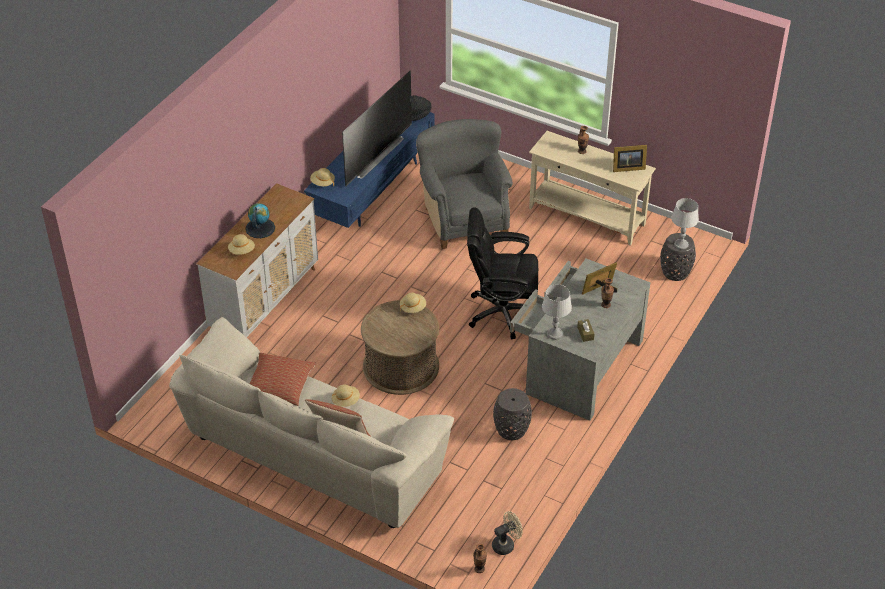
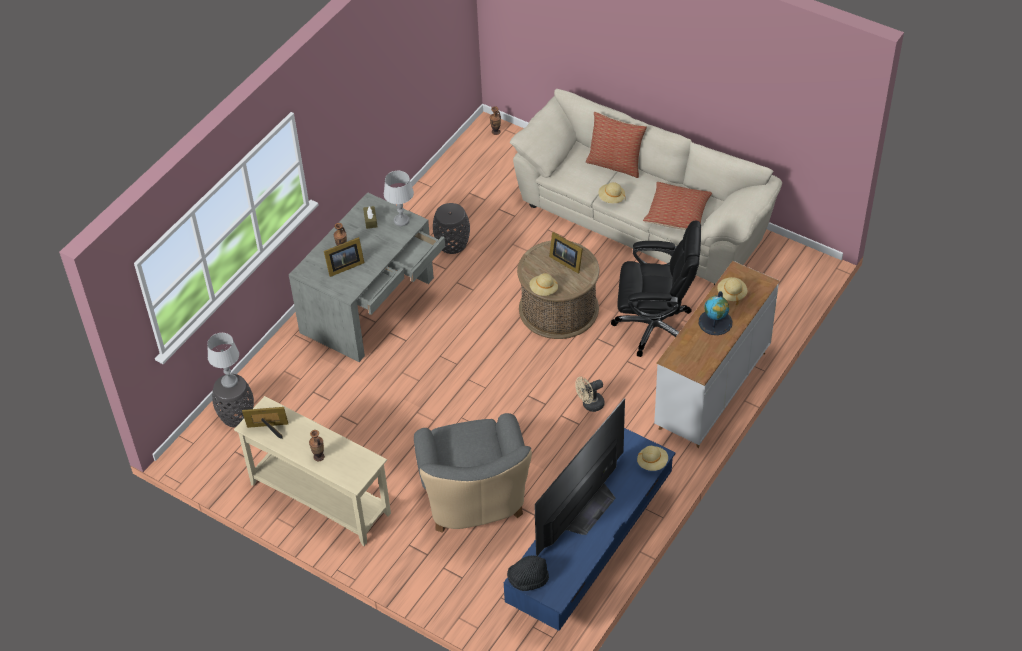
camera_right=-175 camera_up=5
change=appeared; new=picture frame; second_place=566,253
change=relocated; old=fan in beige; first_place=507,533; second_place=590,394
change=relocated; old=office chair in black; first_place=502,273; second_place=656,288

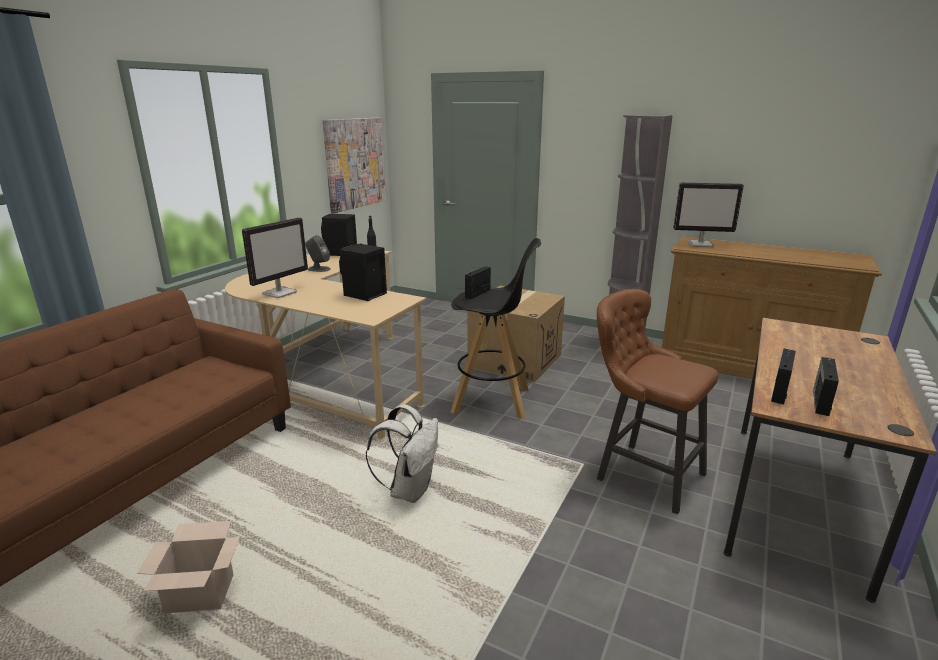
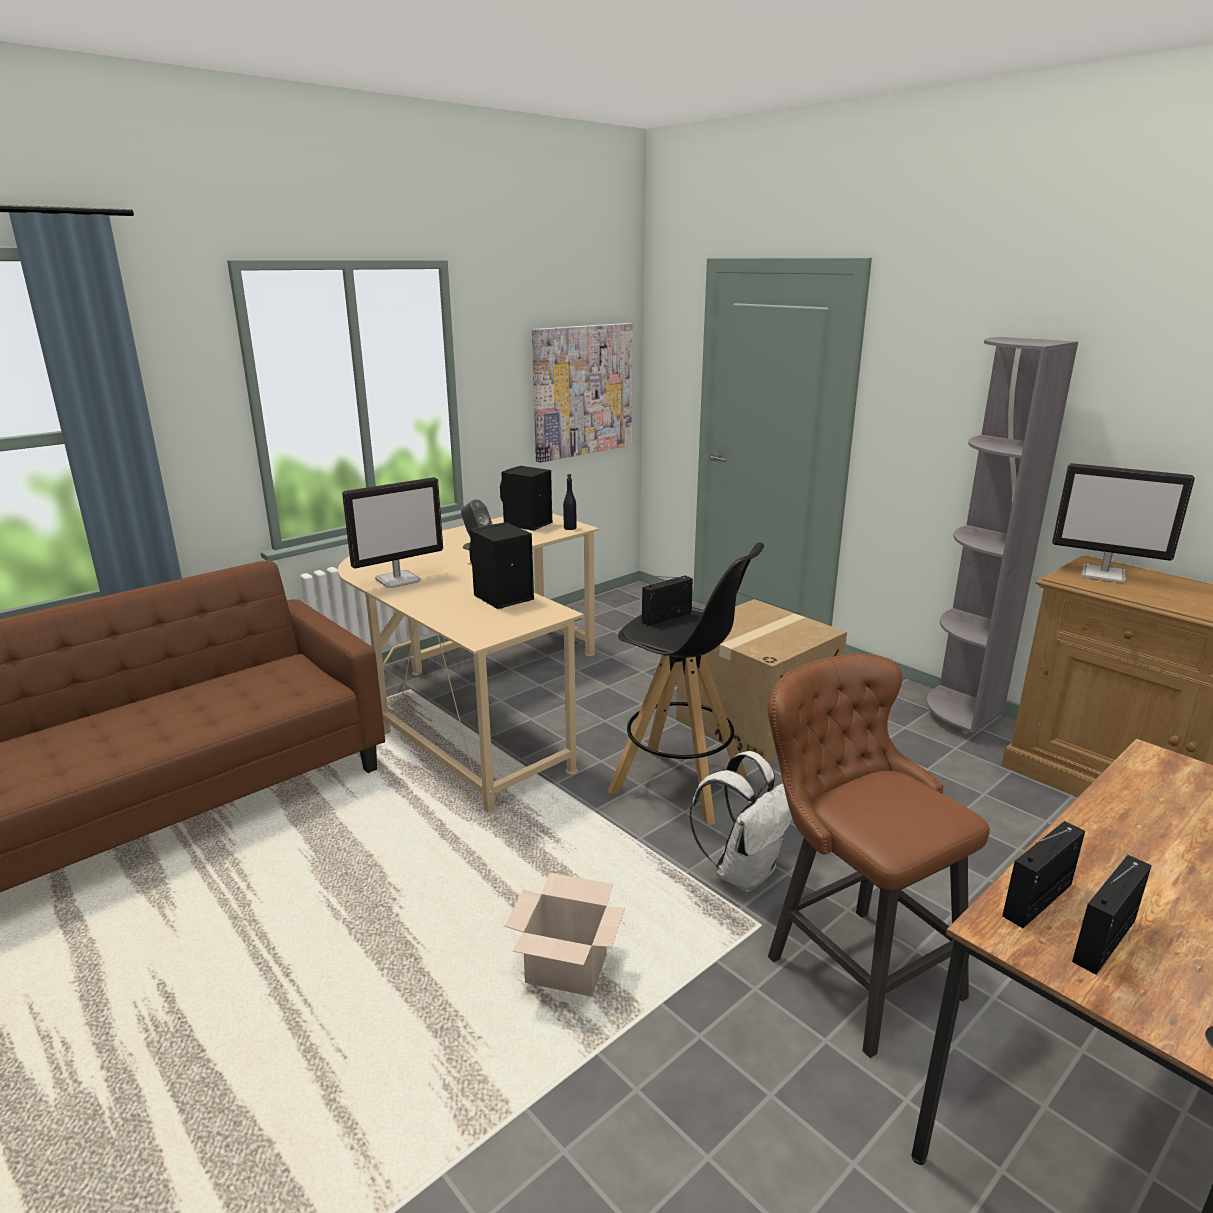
camera_right=20 camera_up=0
change=relocated; old=cardboard box; first_place=188,567; second_place=565,935
change=relocated; old=backpack in white; first_place=402,453; second_place=740,821

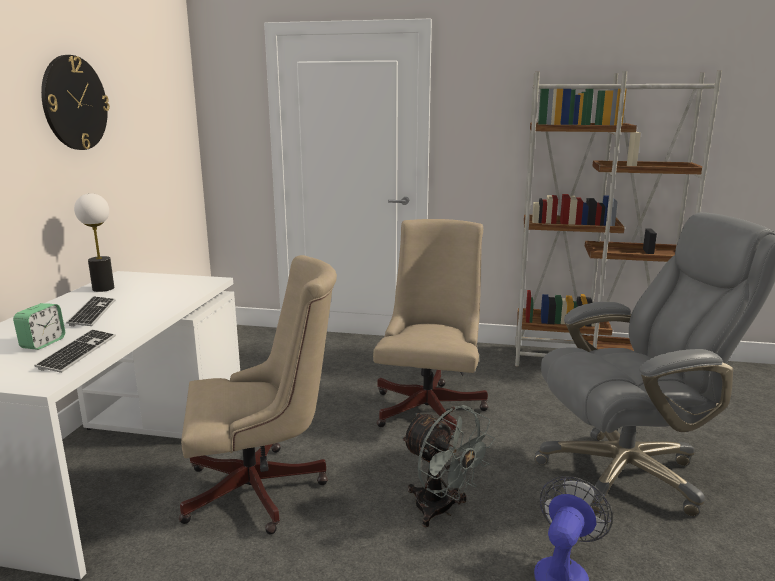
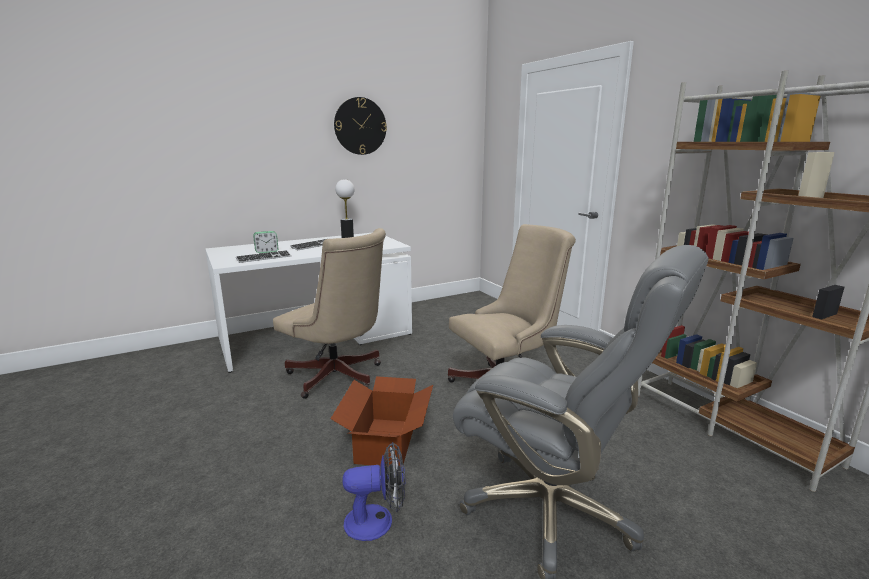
camera_right=50 camera_up=0
change=exchanged; old=fan in grey; new=cardboard box; first_place=448,466; second_place=381,421

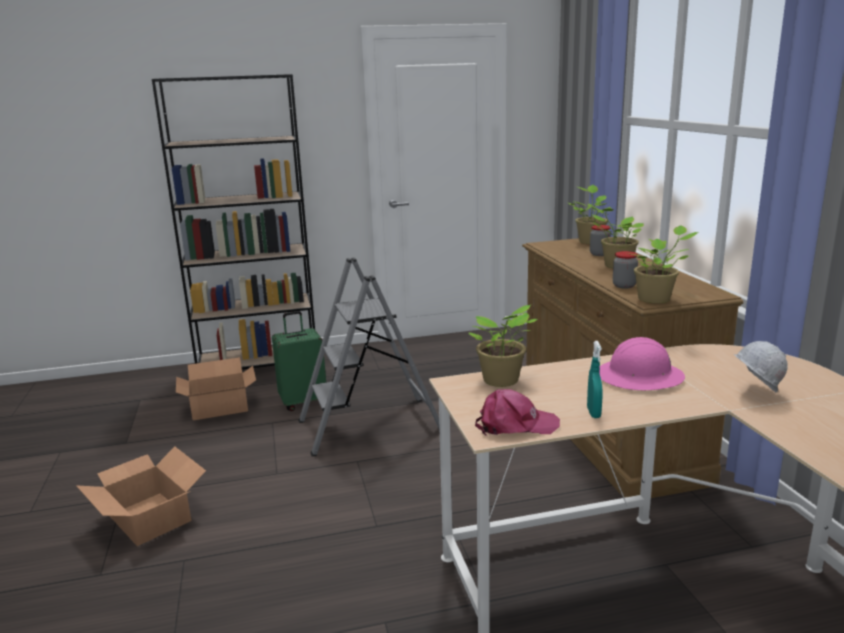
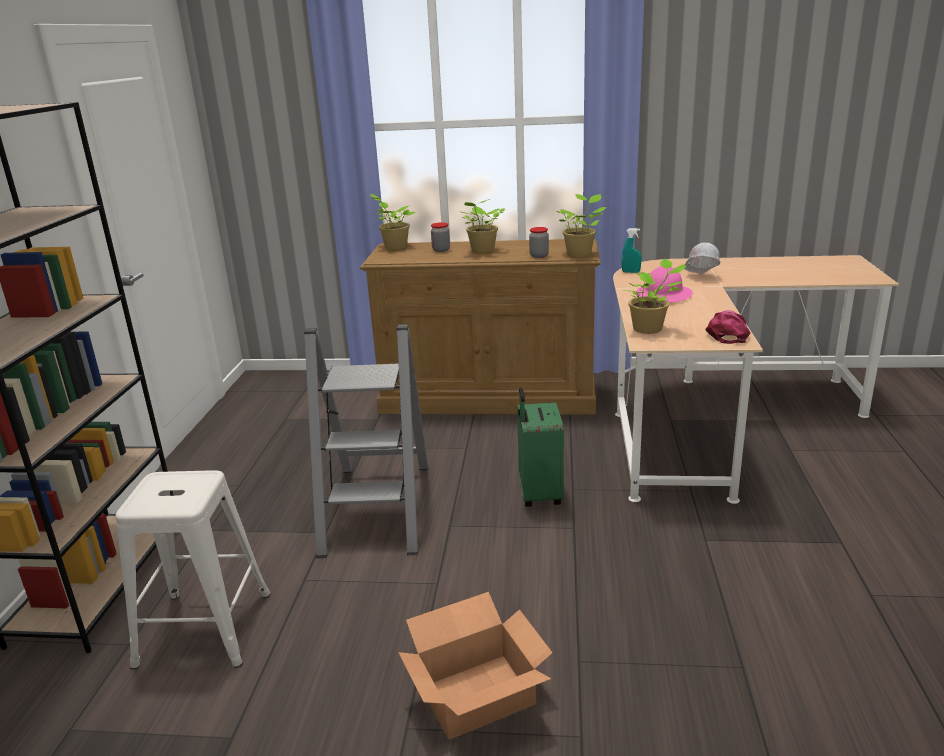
camera_right=-70 camera_up=5
change=exchanged; old=cardboard box; new=stool in white; first_place=216,388; second_place=193,569
change=relocated; old=suitcase in green; first_place=299,361; second_place=540,447
change=relocated; old=spray bottle in turquoise; first_place=595,379; second_place=631,250

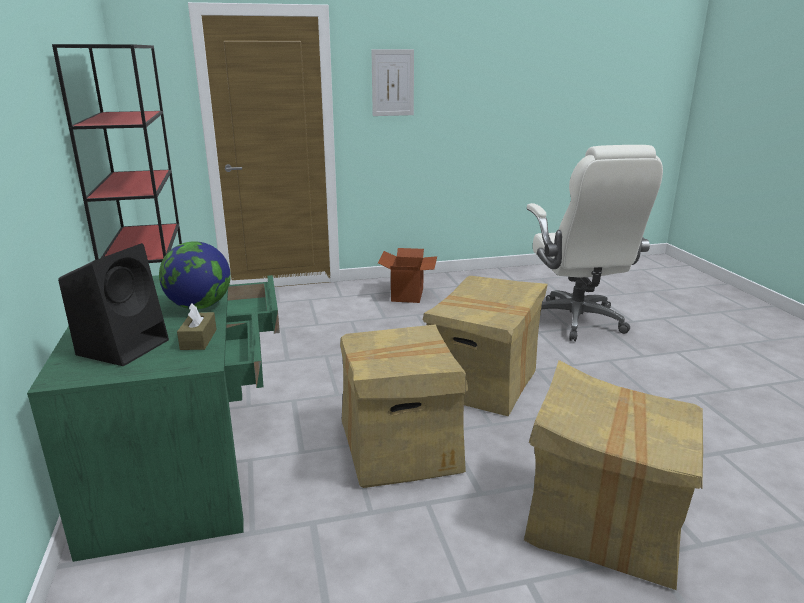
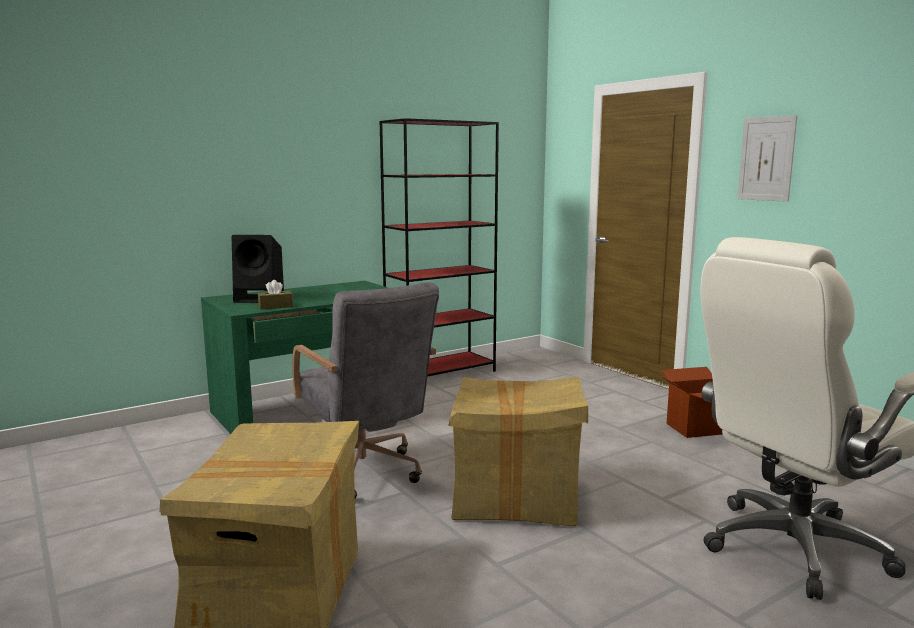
camera_right=70 camera_up=-10
change=exchanged; old=cardboard box; new=office chair in grey; first_place=404,406; second_place=365,390
change=missing; old=globe; first_place=195,275

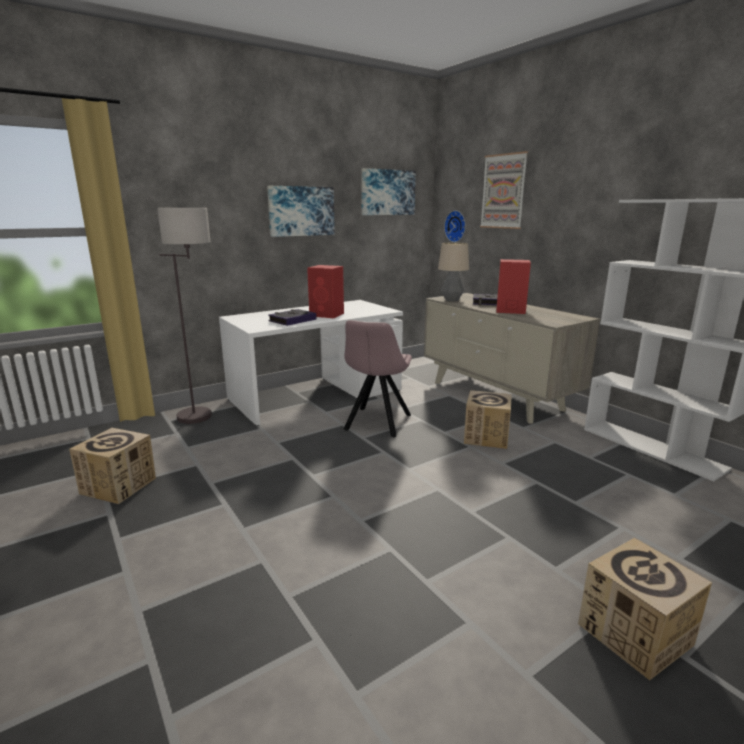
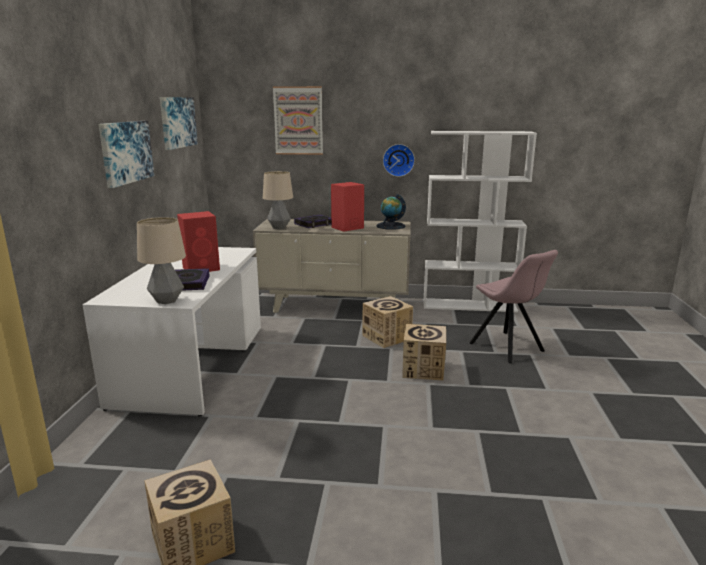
camera_right=-50 camera_up=0
change=appeared; new=table lamp; second_place=161,260
change=appeared; new=globe; second_place=391,212
change=relocated; old=wall clock; first_place=455,226; second_place=399,160
change=relocated; old=cardboard box; first_place=645,609; second_place=424,352
change=relocated; old=chair in pink; first_place=378,378; second_place=514,306
change=missing; old=floor lamp in grey; first_place=184,316

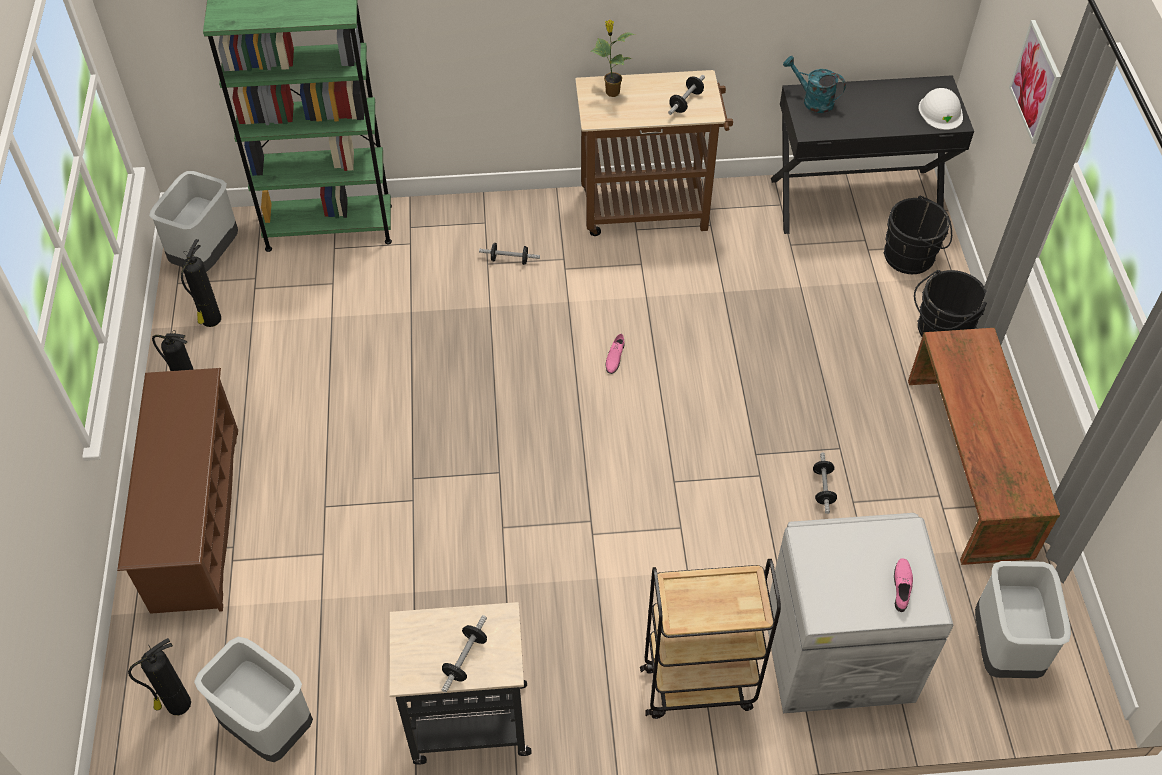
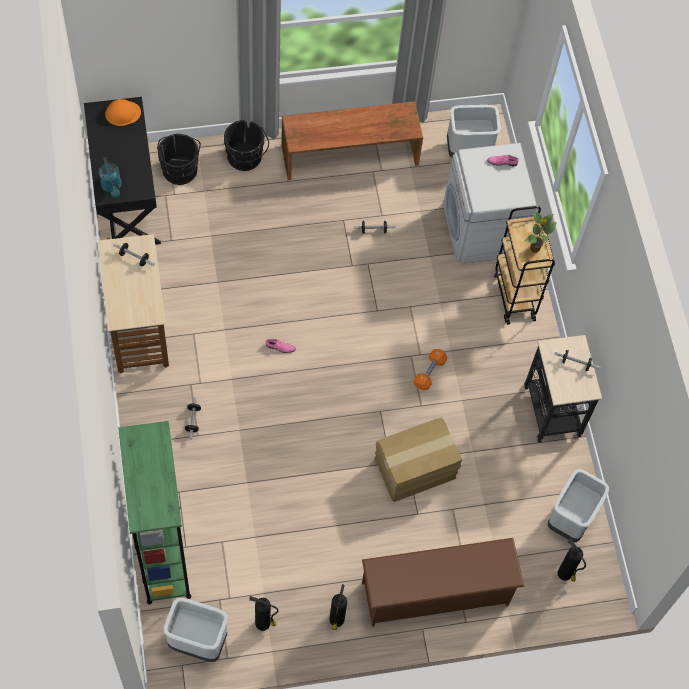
camera_right=-100 camera_up=10
change=spun; old=watering can in turquoise; first_place=814,84; second_place=110,177; degrees=-45
change=colour; old=hard hat in white; new=hard hat in orange; first_place=940,109; second_place=123,112
change=appeared; new=cardboard box; second_place=418,459
change=appeared; new=dumbbell in orange; second_place=430,369
change=relocated; old=potted plant; first_place=613,58; second_place=541,232
change=missing; old=picture; first_place=1035,82

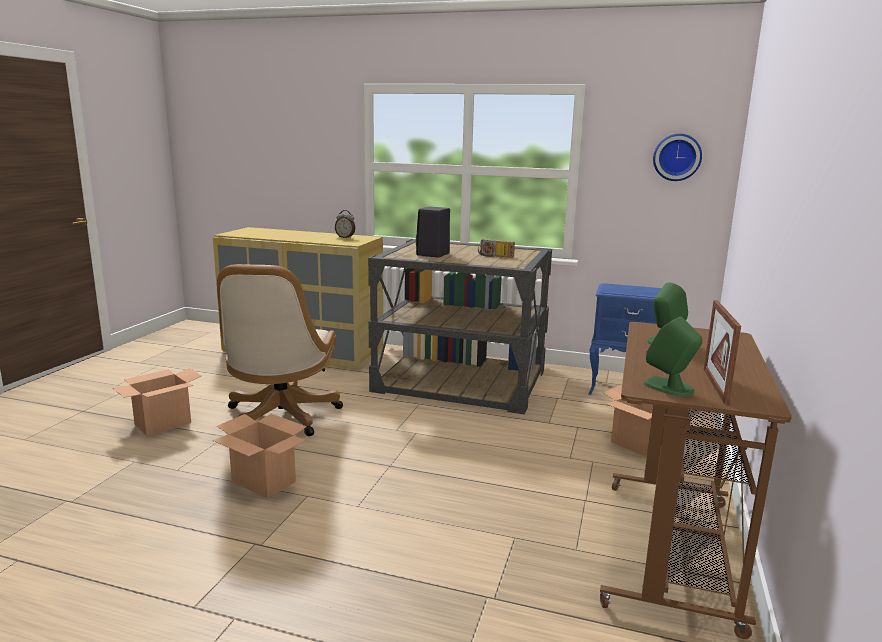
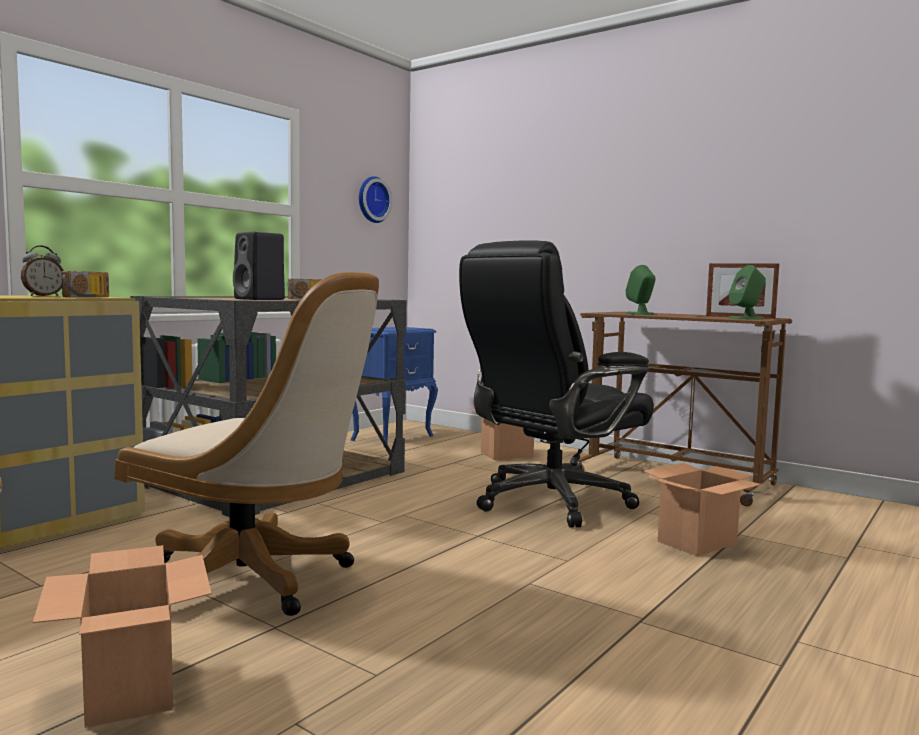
camera_right=-70 camera_up=-10
change=appeared; new=radio; second_place=85,284
change=appeared; new=office chair in black; second_place=556,384
change=relocated; old=cardboard box; first_place=260,456; second_place=703,509

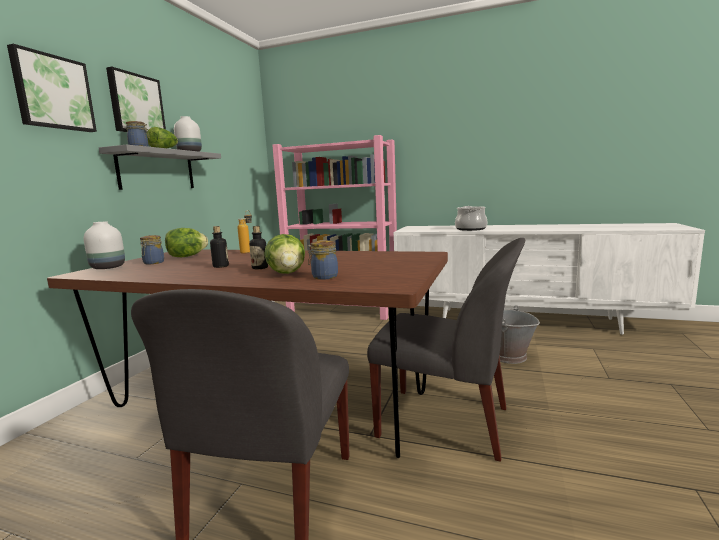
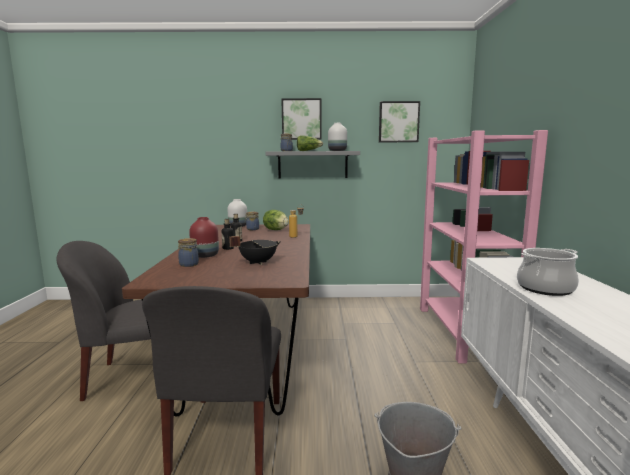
camera_right=70 camera_up=0
change=exchanged; old=lettuce; new=vase in red; first_place=284,254; second_place=204,237
change=appeared; new=cooking pot in black; second_place=255,250
change=relocated; old=picture; first_place=52,88; second_place=399,121

